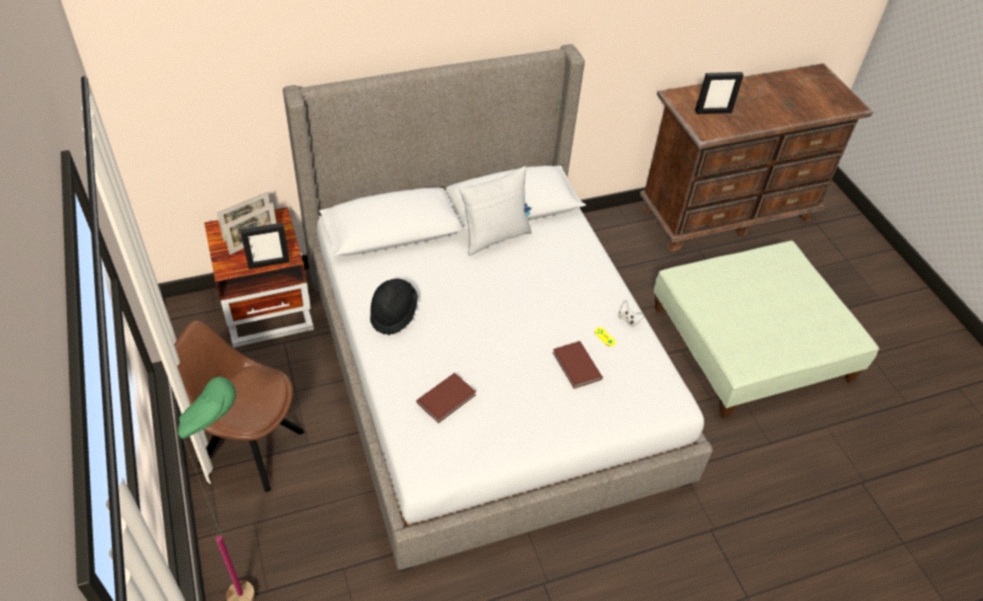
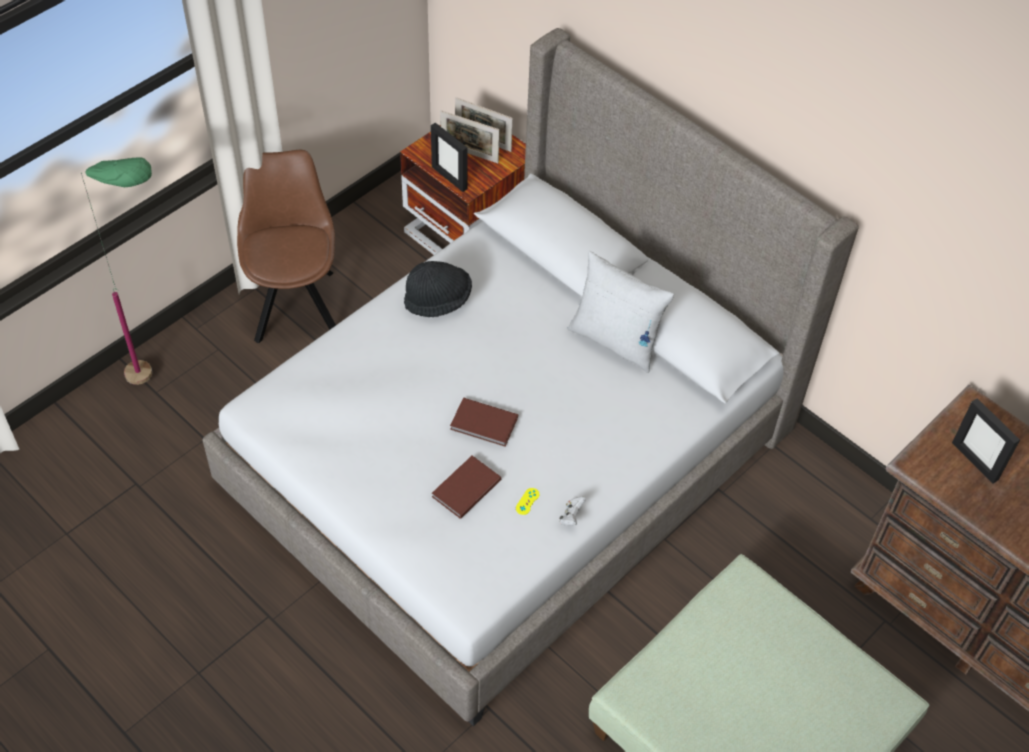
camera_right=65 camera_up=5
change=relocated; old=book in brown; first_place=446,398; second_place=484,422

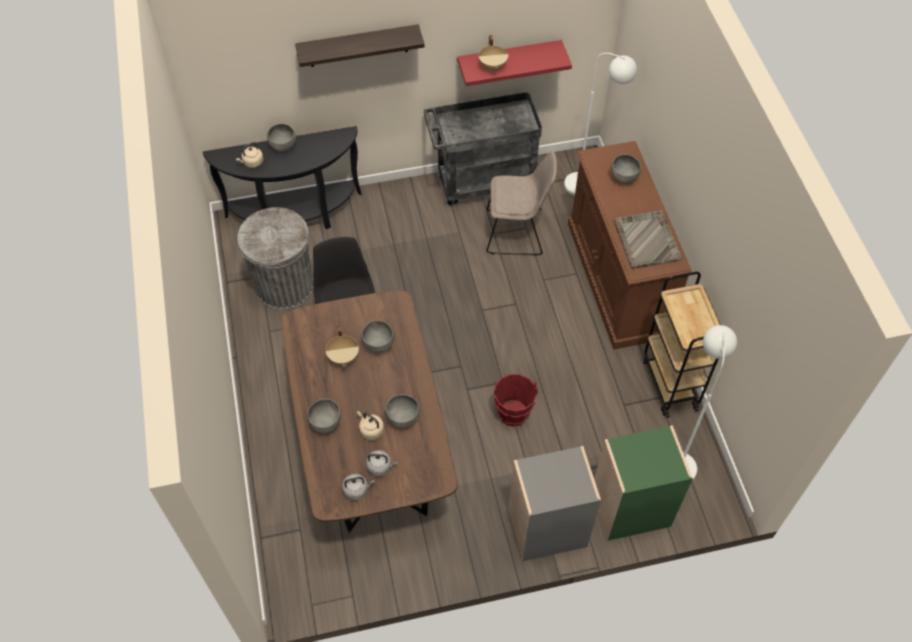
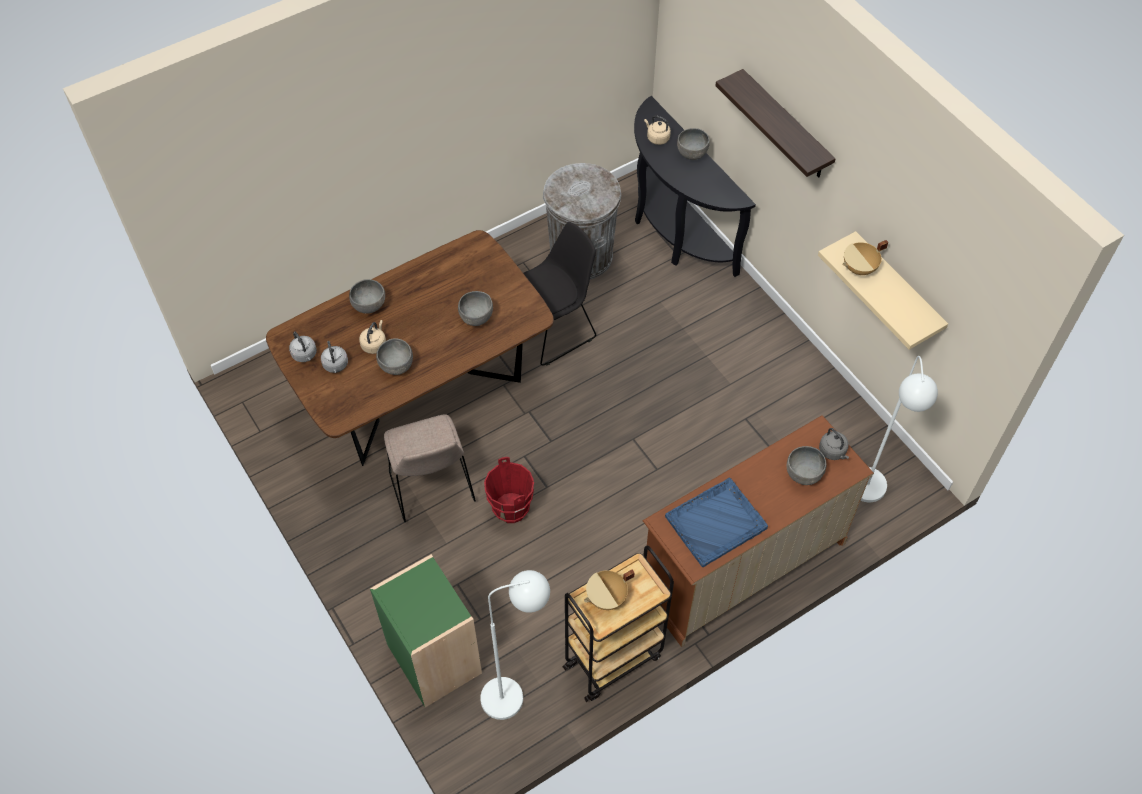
camera_right=70 camera_up=0
change=relocated; old=chair in beige; first_place=522,203; second_place=430,468
change=relocated; old=cooking pot in beige; first_place=342,346; second_place=609,590
change=colour; old=tray in grey; new=tray in blue; first_place=648,239; second_place=716,522
change=colour; old=shelf in red; new=shelf in beige; first_place=514,63; second_place=883,290
change=appeared; new=kettle in grey; second_place=834,444
change=missing; old=cart in black; first_place=483,149
change=missing; old=bookcase in grey; first_place=555,503

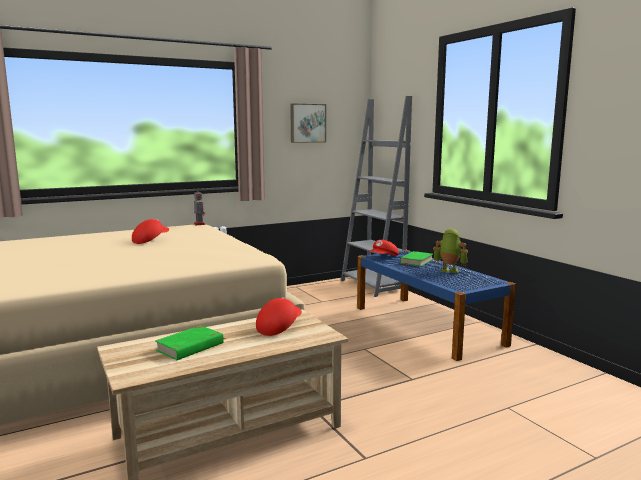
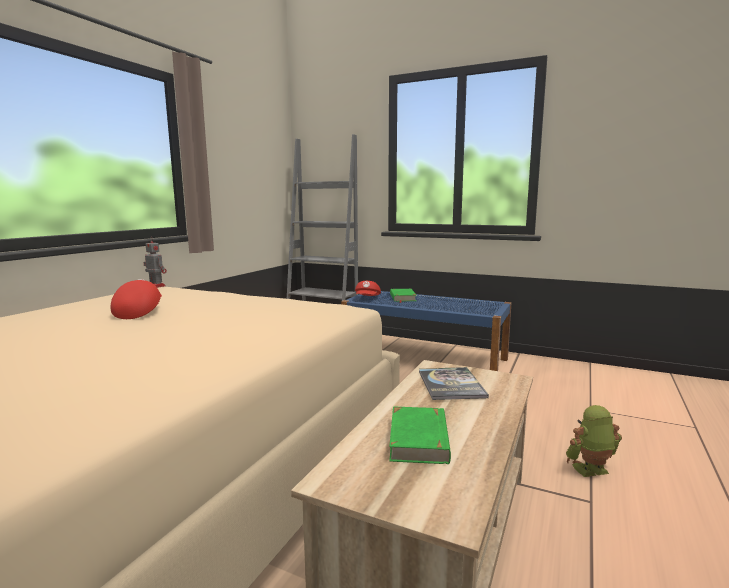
camera_right=-35 camera_up=0
change=exchanged; old=cap in red; new=book; first_place=279,316; second_place=454,383
change=relocated; old=toy robot; first_place=450,251; second_place=594,441
change=missing; old=picture; first_place=308,123

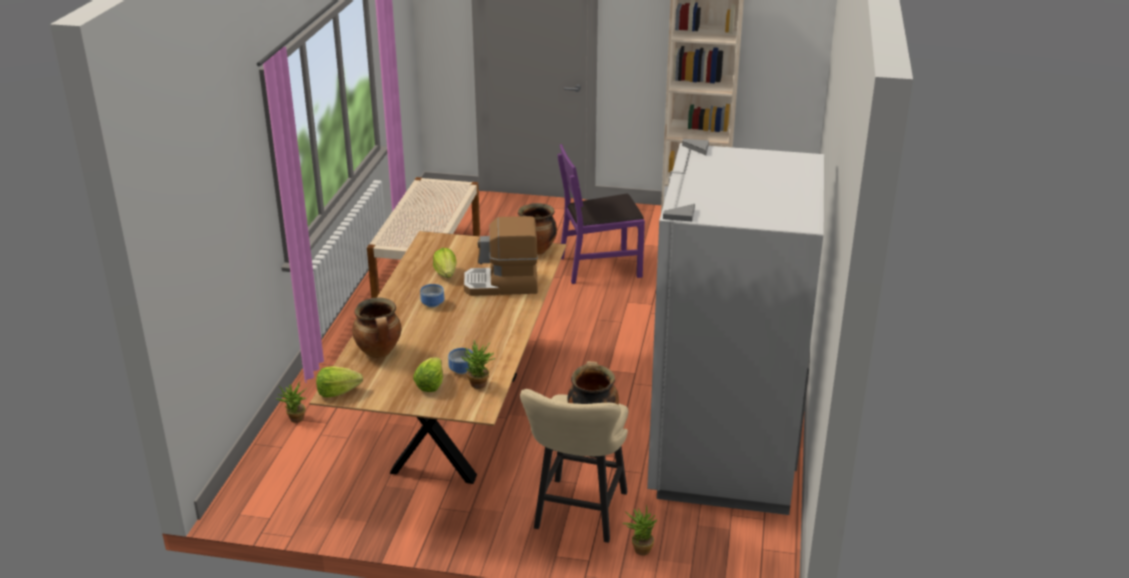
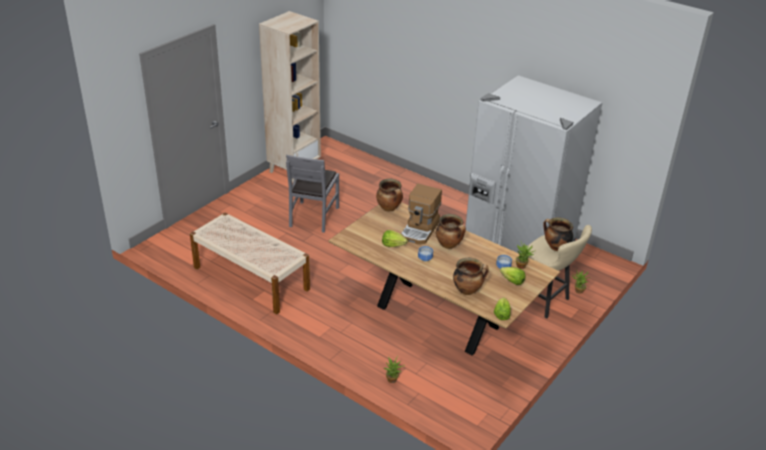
camera_right=-65 camera_up=5
change=colour; old=chair in purple; new=chair in grey; first_place=601,214; second_place=312,194
change=appeared; new=cooking pot; second_place=451,231

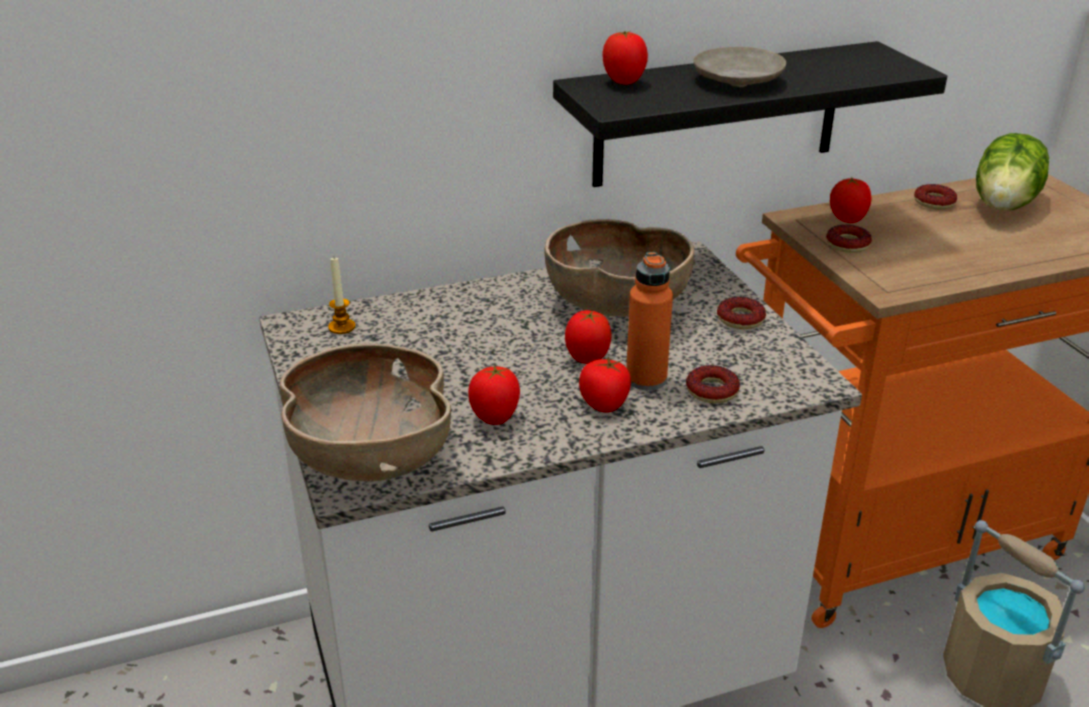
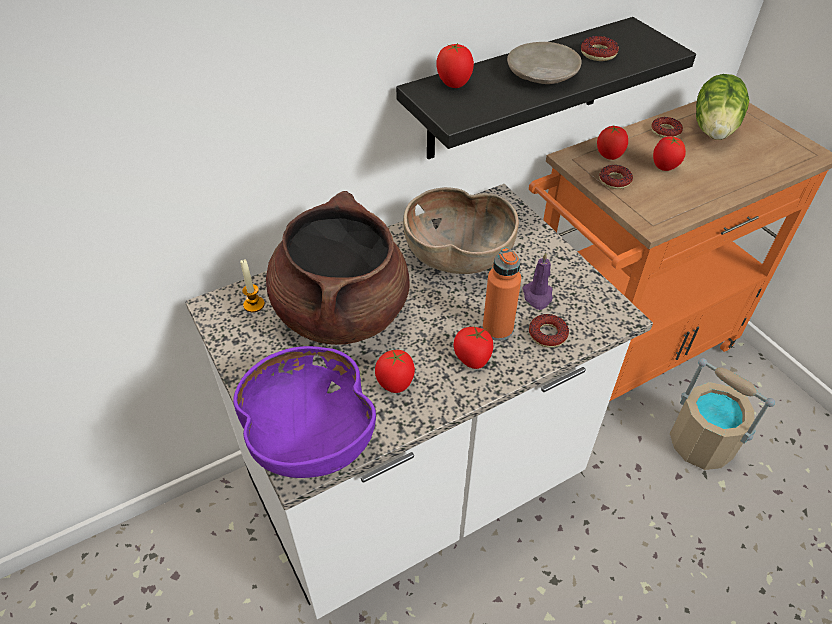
camera_right=-10 camera_up=15
change=colour; old=bowl in brown; new=bowl in purple; first_place=365,412; second_place=304,412
change=appeared; new=cooking pot in brown; second_place=337,268
change=appeared; new=candle in purple; second_place=537,281
change=relocated; old=donut; first_place=741,313; second_place=600,48
change=relocated; old=tomato; first_place=588,337; second_place=669,153

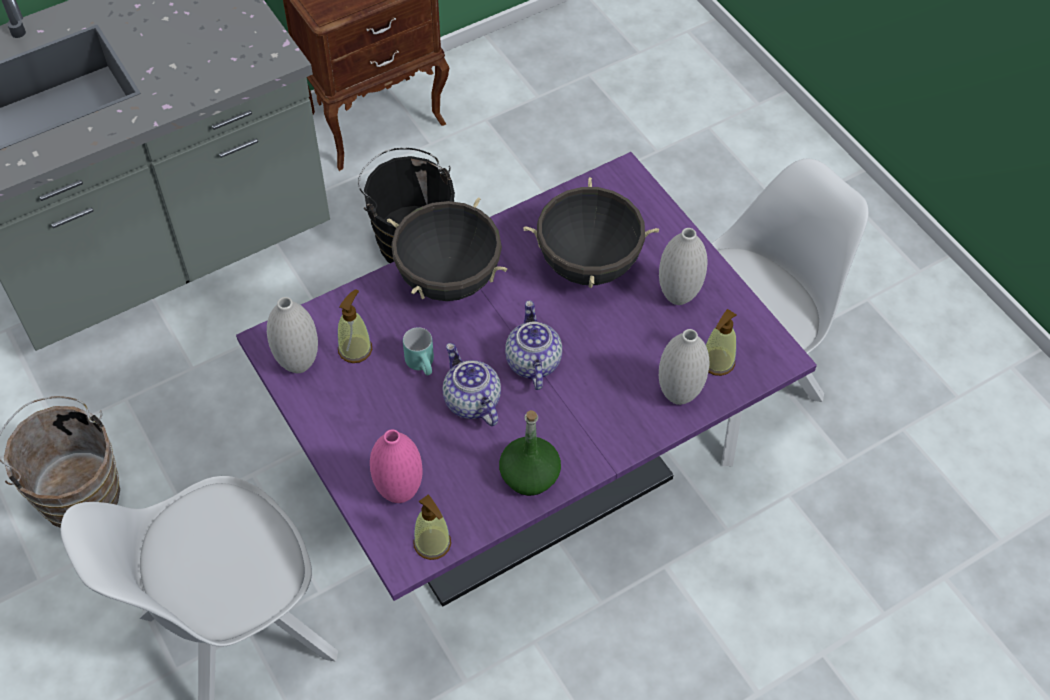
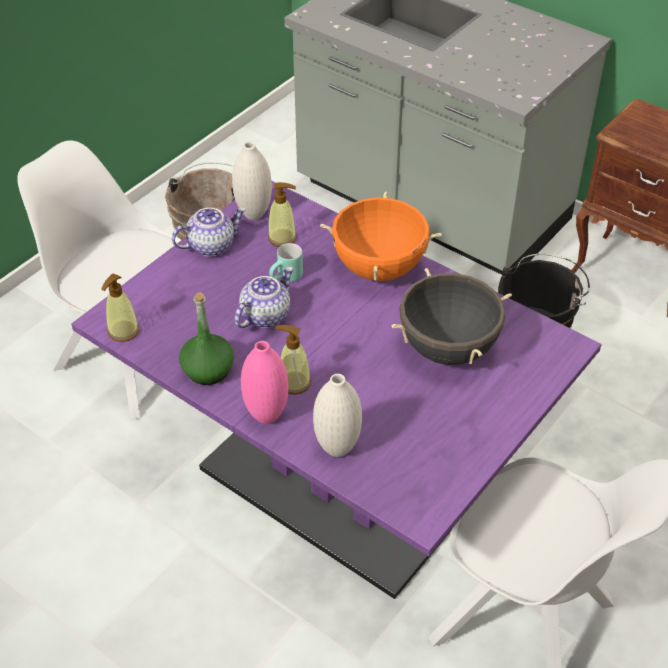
camera_right=70 camera_up=-10
change=relocated; old=teapot; first_place=533,345; second_place=209,232
change=relocated; old=vase in pink; first_place=396,466; second_place=264,382
change=relocated; old=soap dispenser; first_place=721,342; second_place=293,360
change=colour; old=cooking pot in black; new=cooking pot in orange; first_place=447,249; second_place=381,236
change=missing; old=vase in white; first_place=683,266

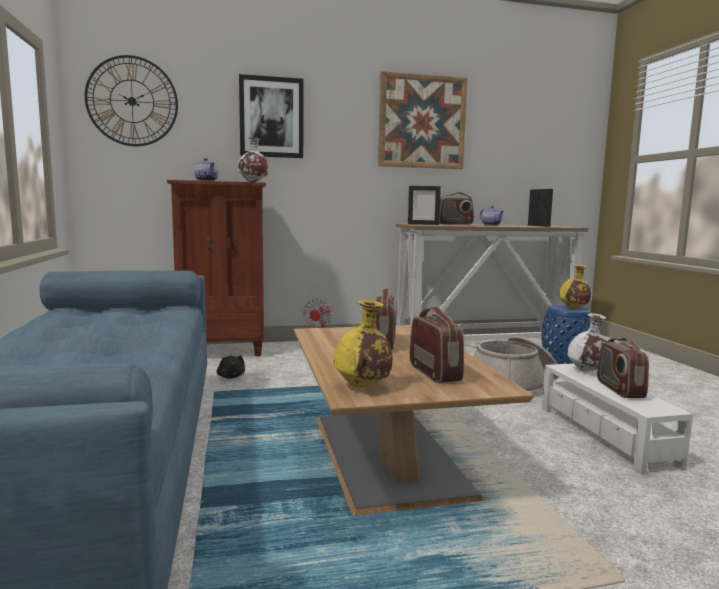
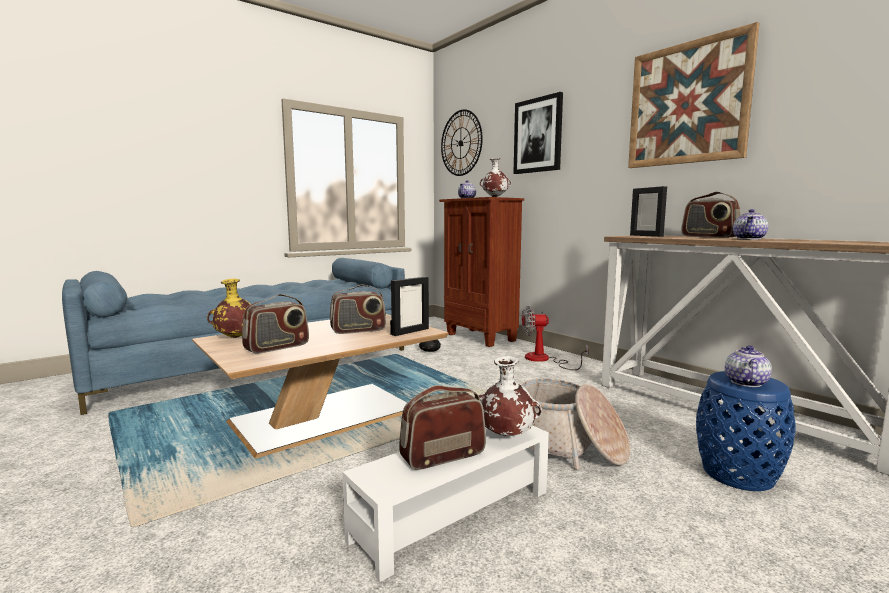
camera_right=65 camera_up=0
change=relocated; old=picture frame; first_place=540,208; second_place=409,306
change=exchanged; old=vase in yellow; new=teapot; first_place=575,286; second_place=748,366

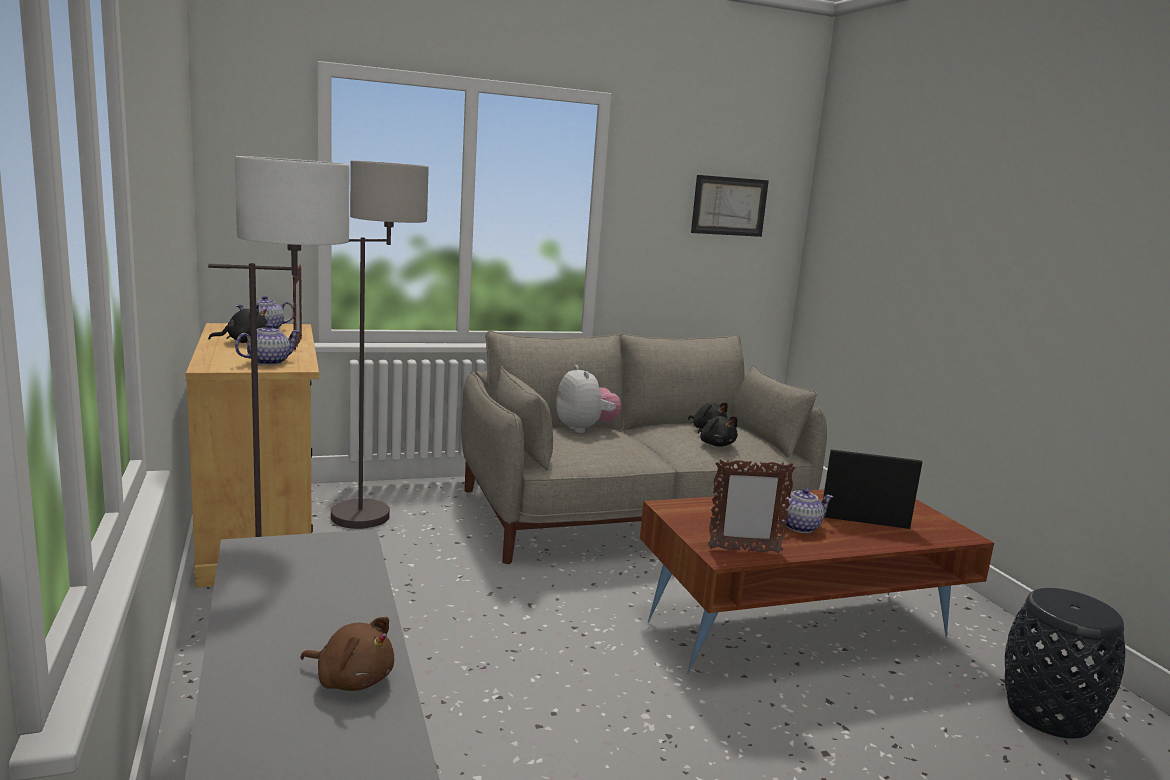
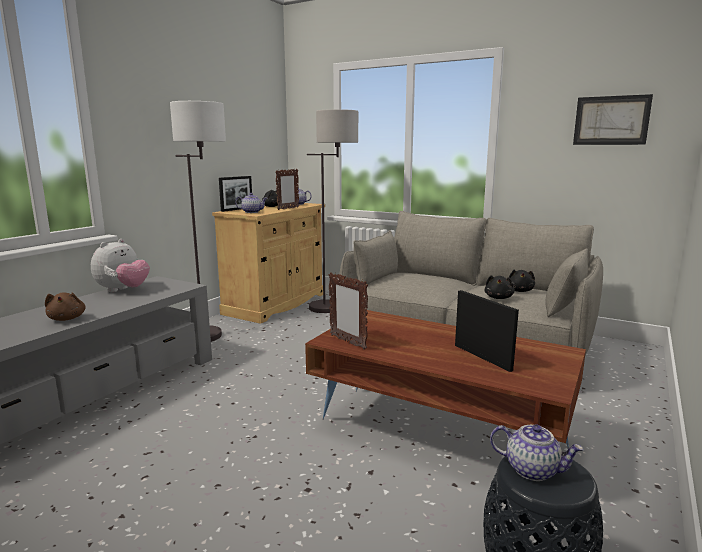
camera_right=50 camera_up=0
change=relocated; old=plush toy; first_place=588,399; second_place=120,265
change=appeared; new=picture frame; second_place=235,194
change=relocated; old=teapot; first_place=805,510; second_place=537,452

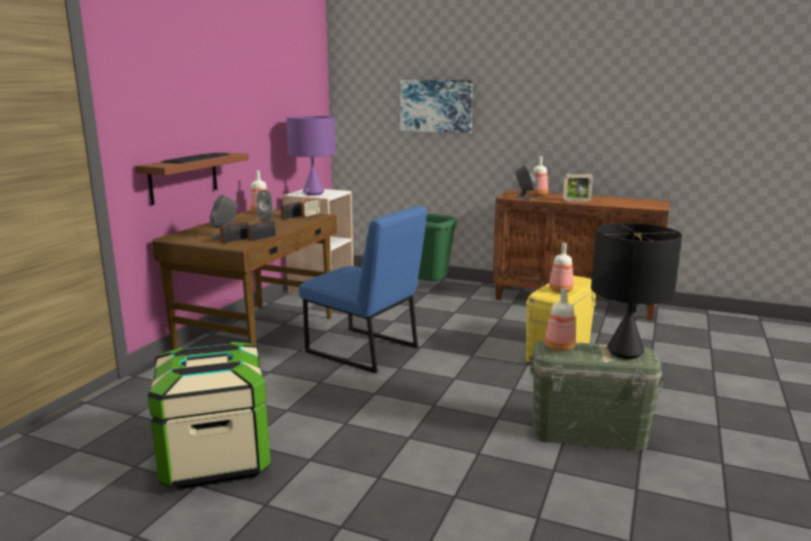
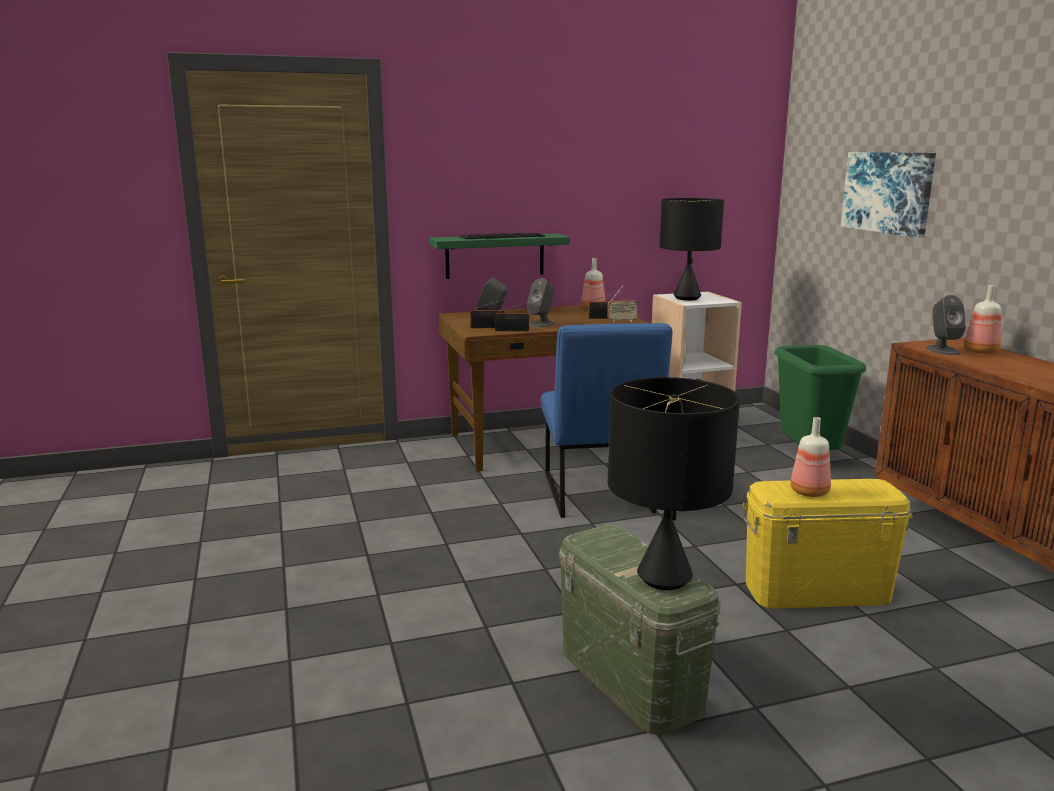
camera_right=50 camera_up=0
change=colour; old=shelf in brown; new=shelf in green; first_place=192,178; second_place=499,256
change=colour; old=table lamp in purple; new=table lamp in black; first_place=311,156; second_place=691,249
change=missing; old=storage box; first_place=209,416
change=missing; old=bottle; first_place=560,319
change=missing; old=picture frame; first_place=578,188

